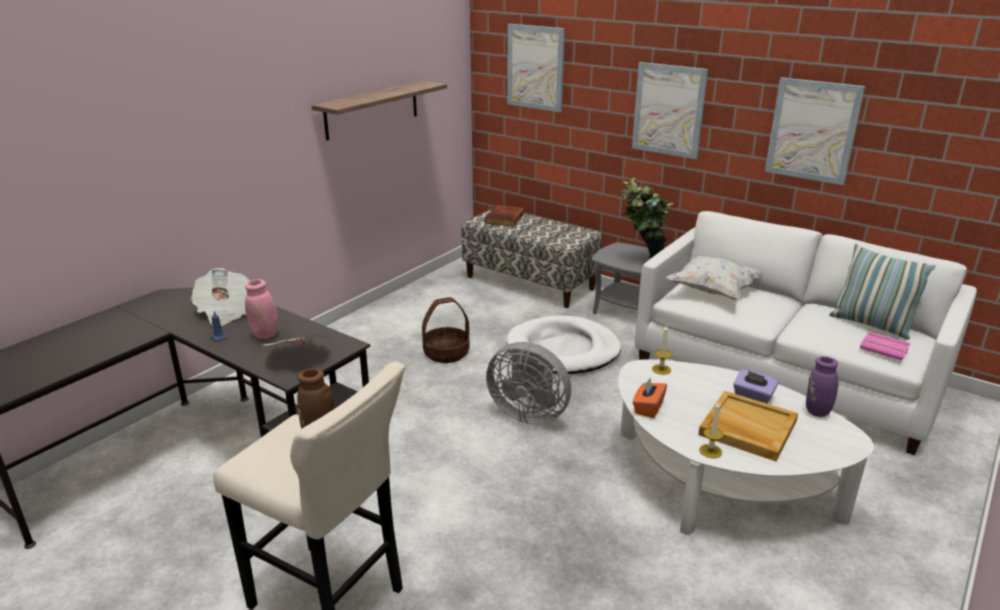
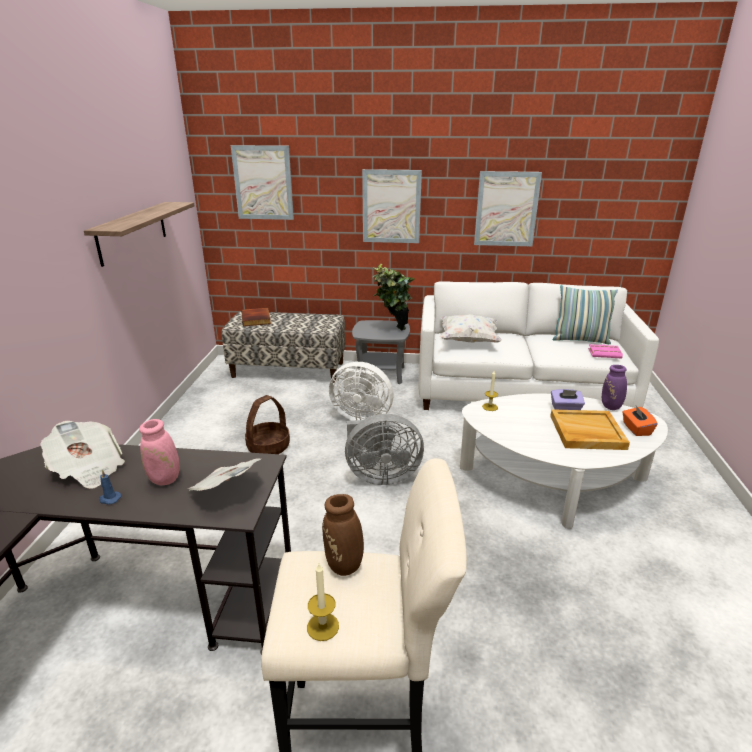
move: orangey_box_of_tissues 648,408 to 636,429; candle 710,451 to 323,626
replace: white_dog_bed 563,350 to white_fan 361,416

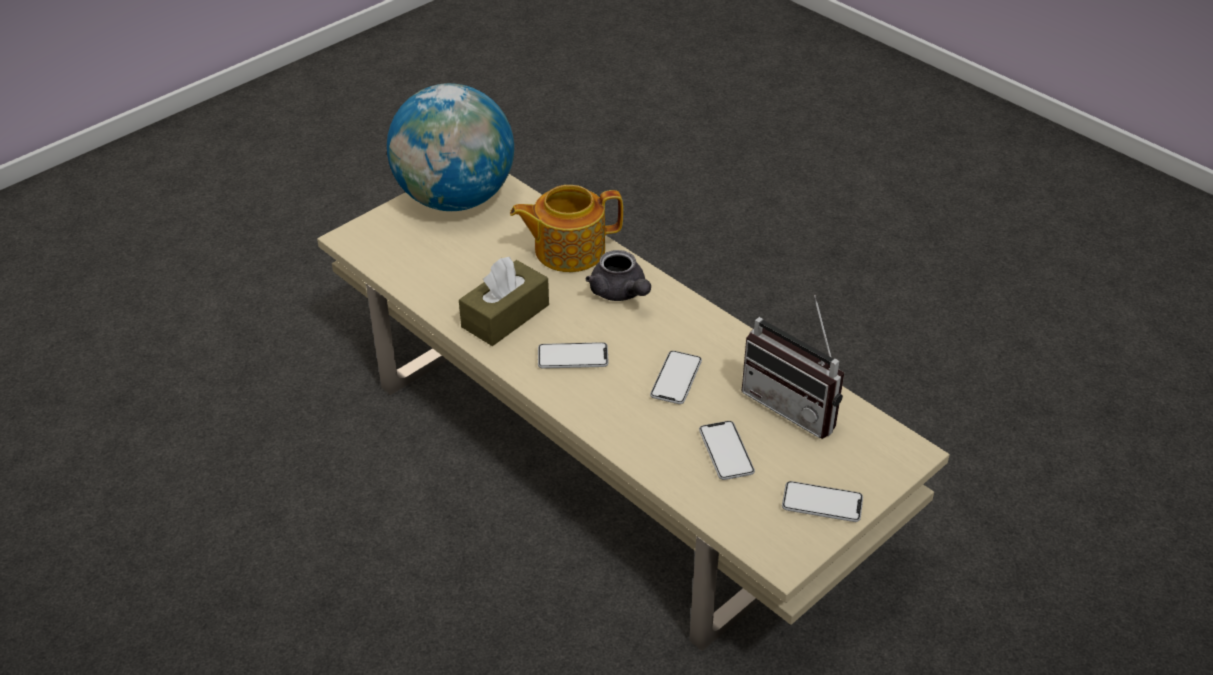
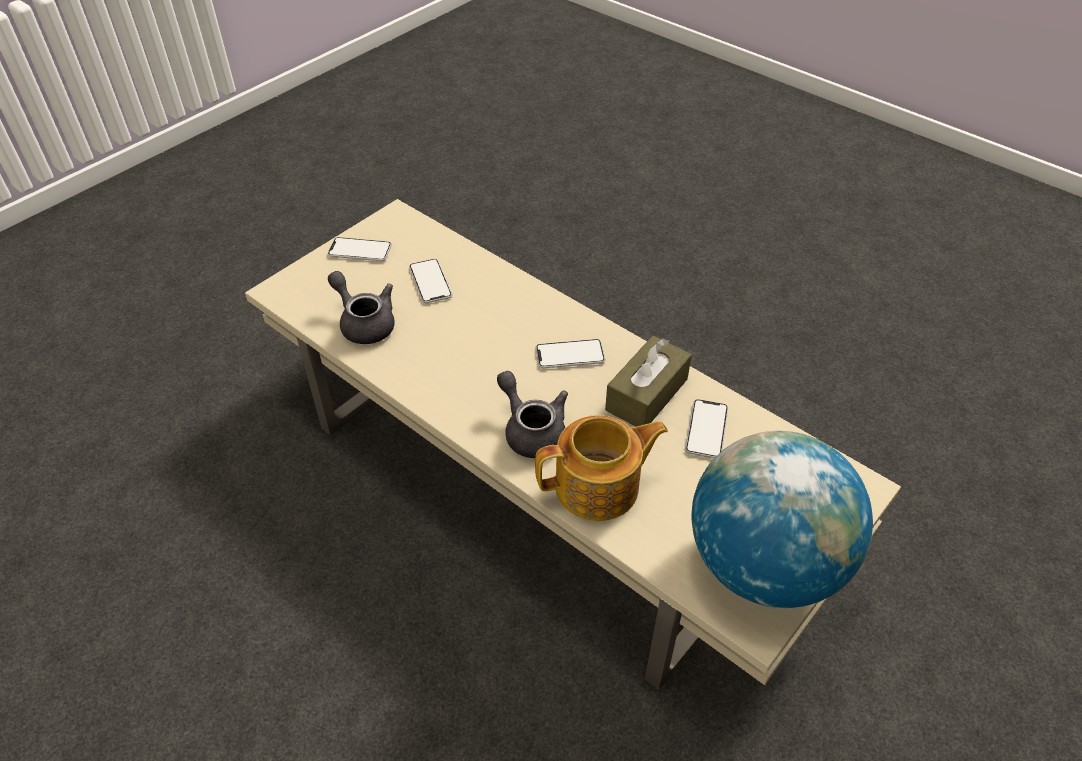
move: handset 676,378 to 706,429
replace: radio 796,405 to gray_teapot 364,323

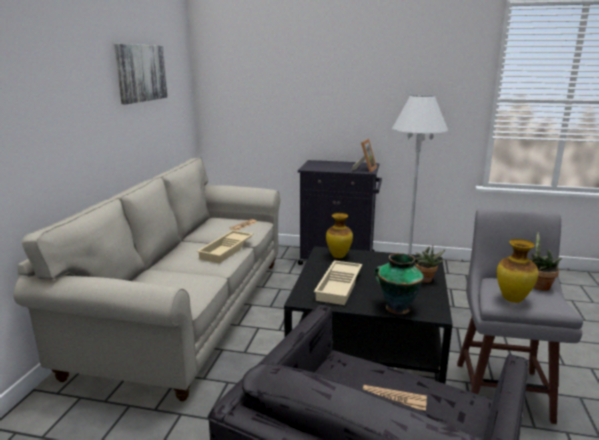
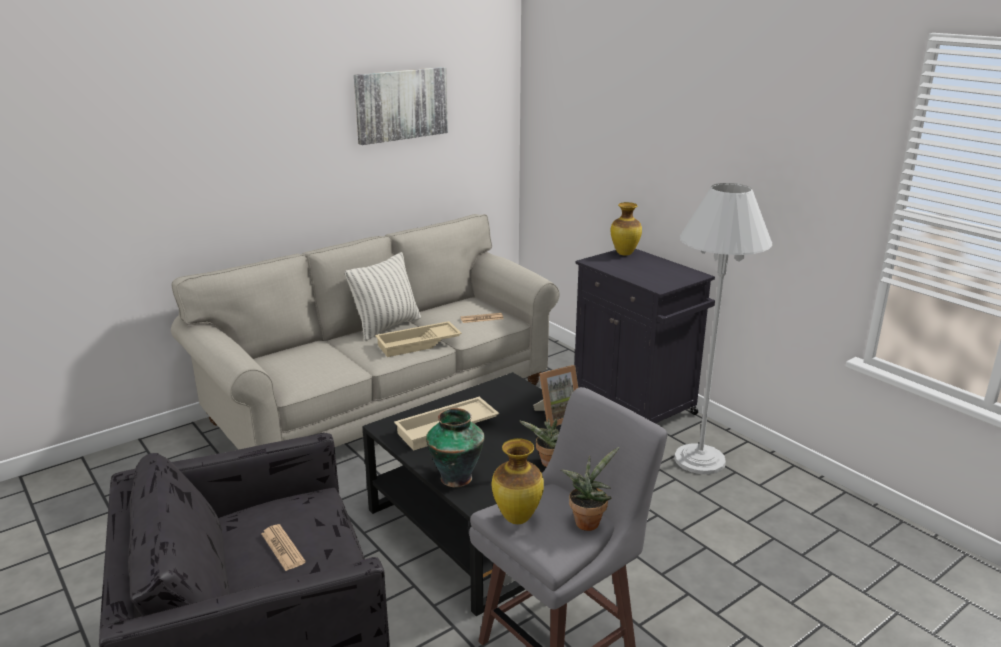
insert: pillow 387,326
move: photo_frame 365,169 to 557,416; flower_vase 338,256 to 625,253

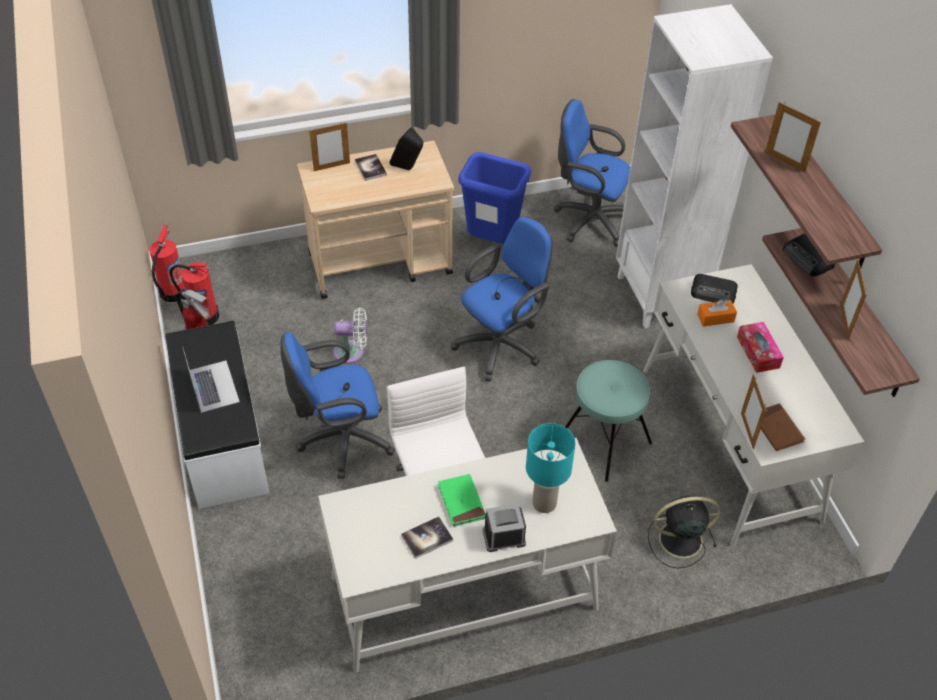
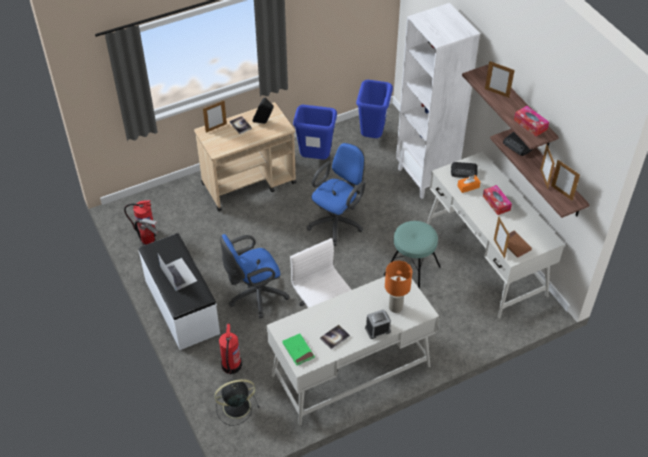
delete: white_fan 352,352
insert: box_of_tissues 530,124; photo_frame 561,193
move: fire_extinguisher 173,292 to 231,366; green-coloured_volume 461,502 to 298,350; blackish_fan 678,539 to 235,407
replace: blue-coloured_office_chair 589,220 to blue-coloured_rubbish_bin 372,135
recolor: blue-green_tabletop_lamp 545,503 to orangey_tabletop_lamp 395,307

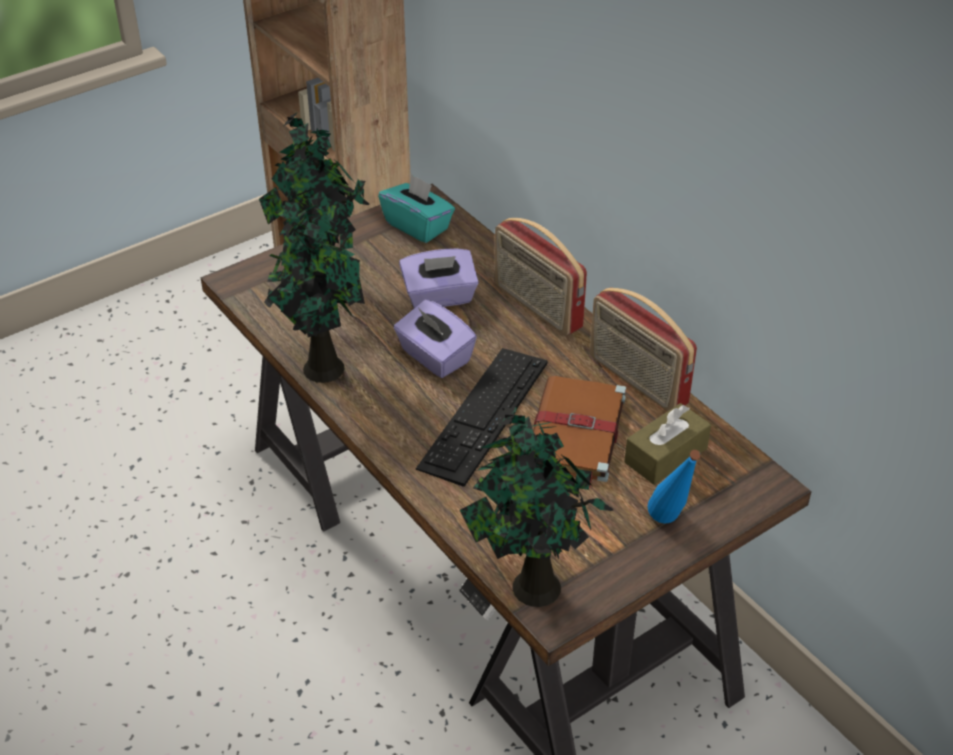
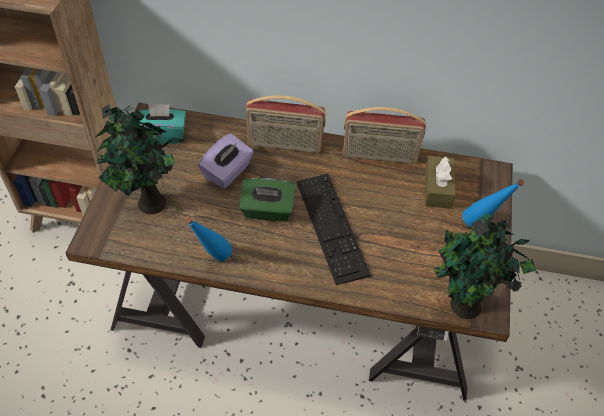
delete: brownish_volume 575,433
replace: houseplant 321,366 to blue-coloured_bottle 212,260
recolor: purplish_box_of_tissues 434,357 to green-coloured_box_of_tissues 267,210

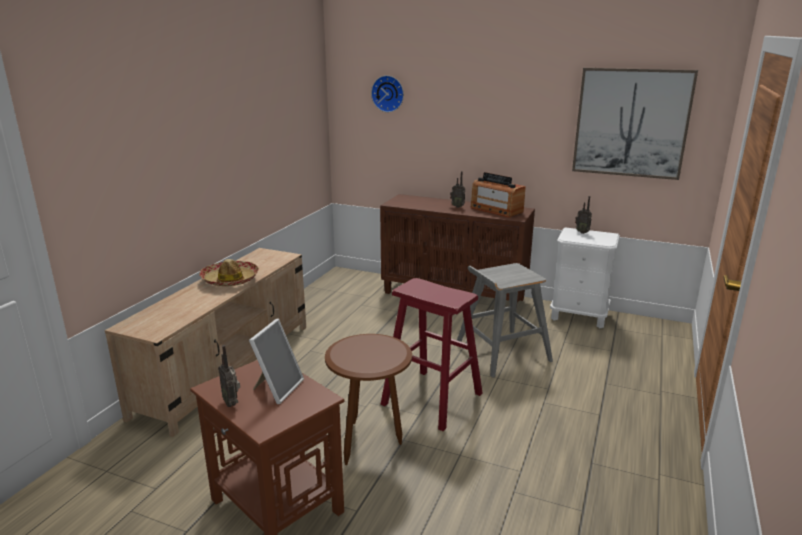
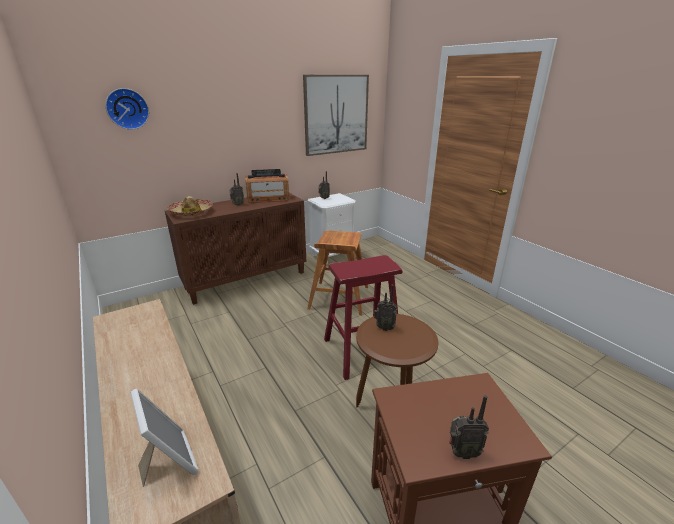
insert: radio 384,327
move: wearable_hat 230,280 to 191,212; photo_frame 277,388 to 168,461
recolor: gray_stool_seat 501,352 to brownish_stool_seat 339,298

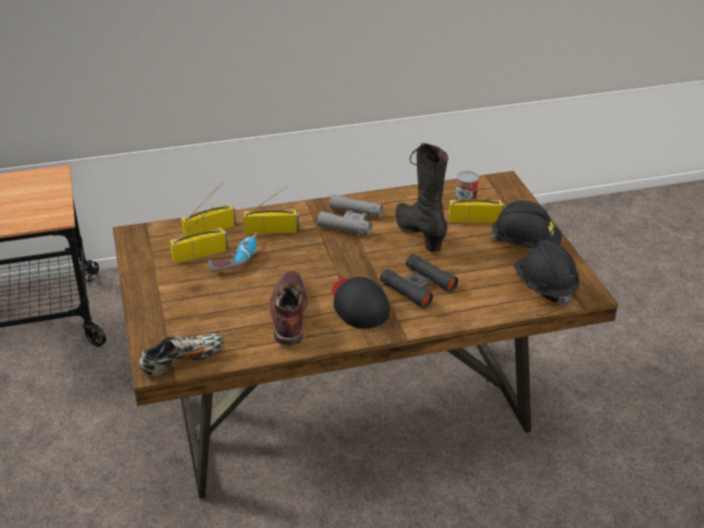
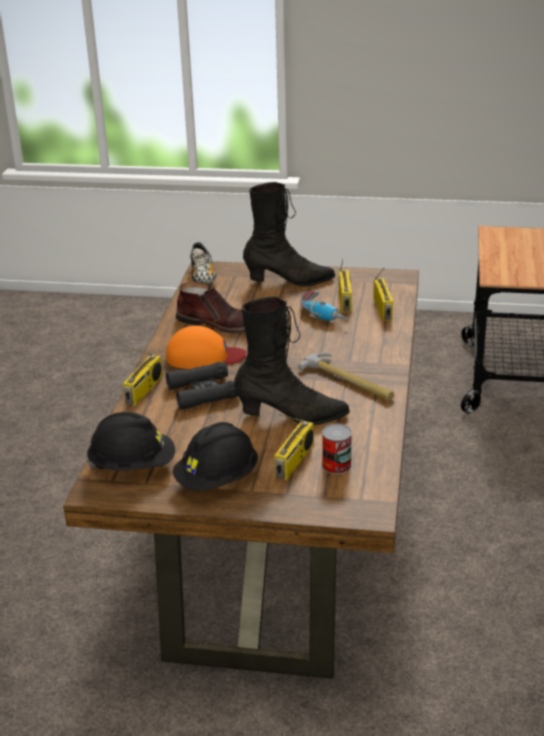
insert: blackish_tall_boot 289,281
move: radio 272,230 to 144,390
replace: gray_pair_of_binoculars 350,221 to hand_hammer 347,381
recolor: blackish_cap 358,305 to orangey_cap 204,356

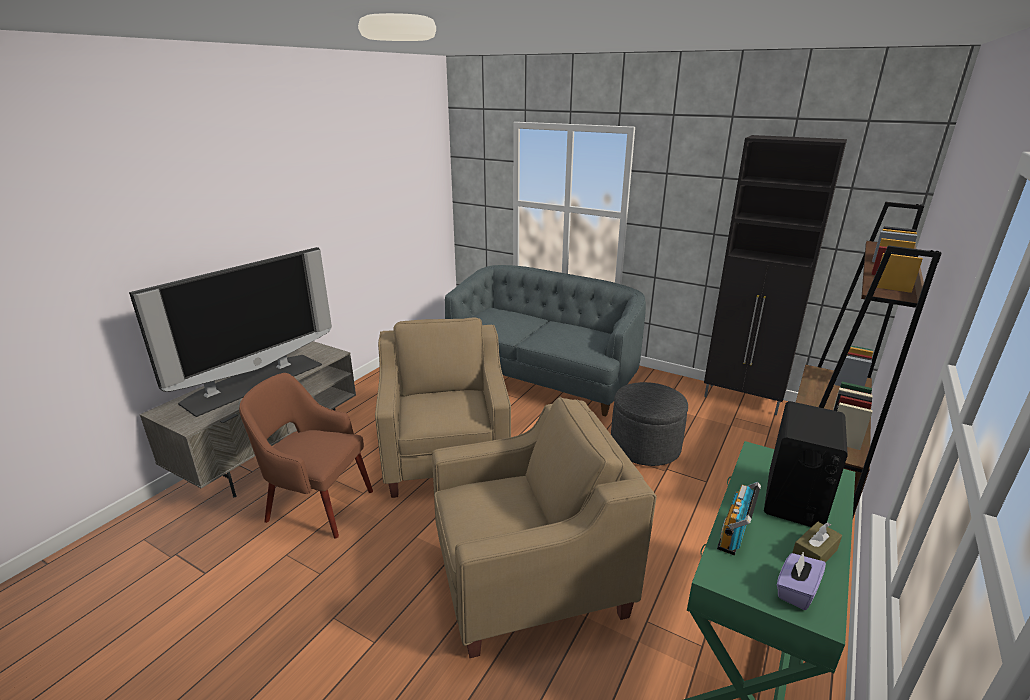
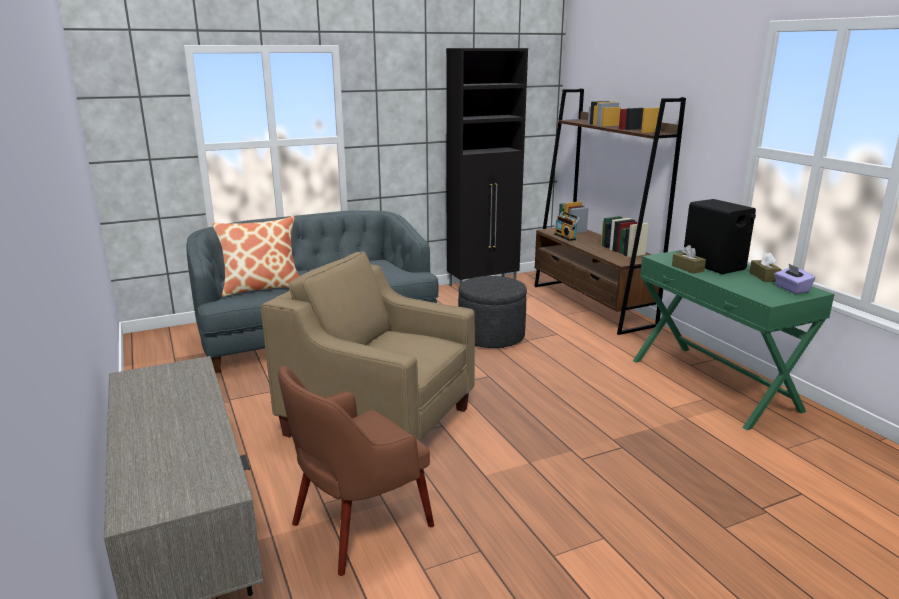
delete: television 253,382; beige_armchair 530,579
insert: pillow 262,288; brownish_box_of_tissues 687,268
move: radio 735,535 to 566,237

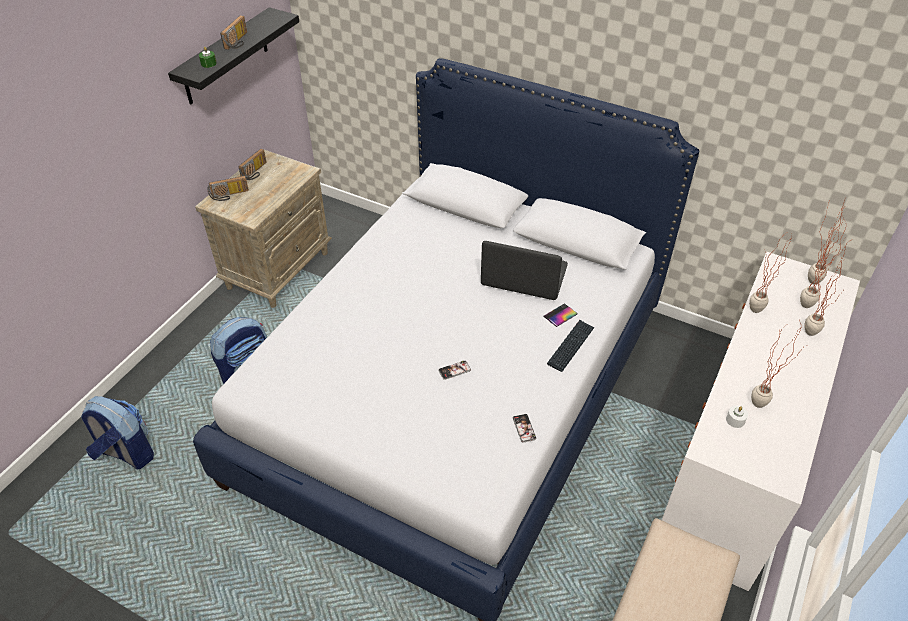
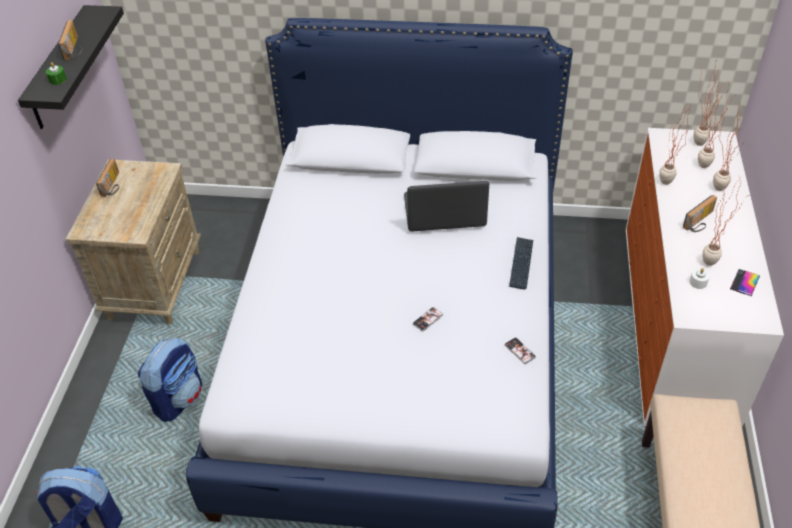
move: radio 229,195 to 700,222; handset 560,315 to 744,282

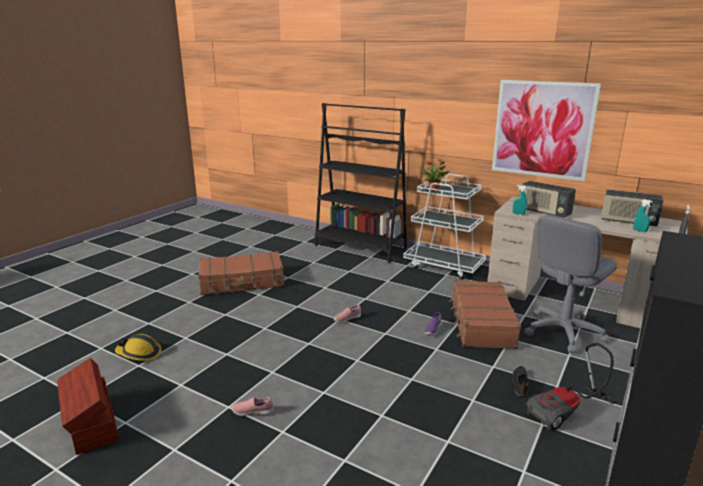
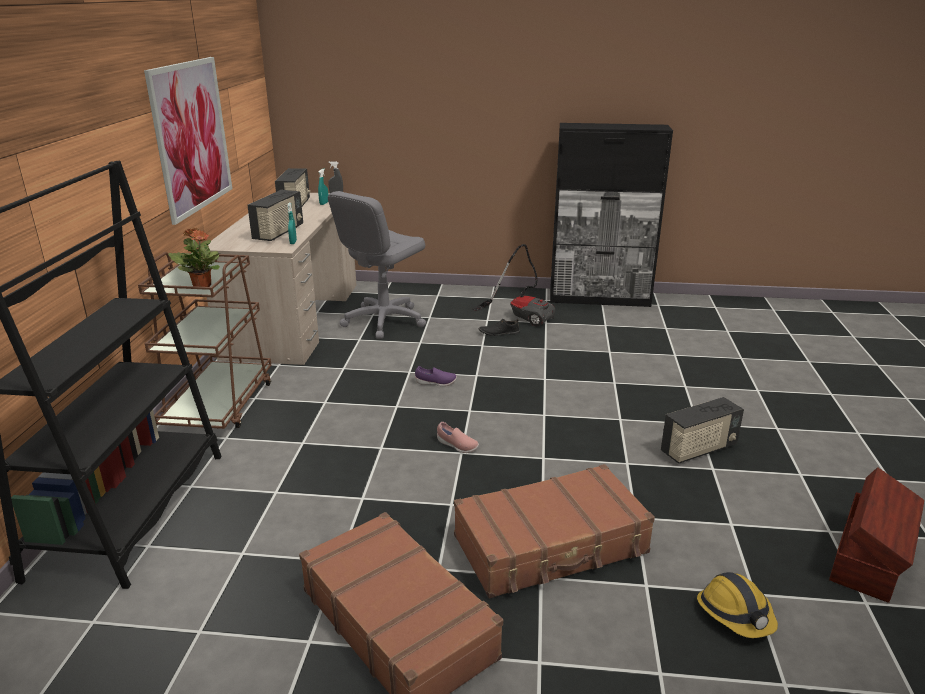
move: brownish_piece_of_luggage 481,323 to 551,545
replace: pinkish_item_of_footwear 253,412 to radio 699,449
recolor: white_trolley 444,266 to brownish_trolley 219,404
rotate: gray_office_chair 563,331 = 383,321 105 degrees clockwise

